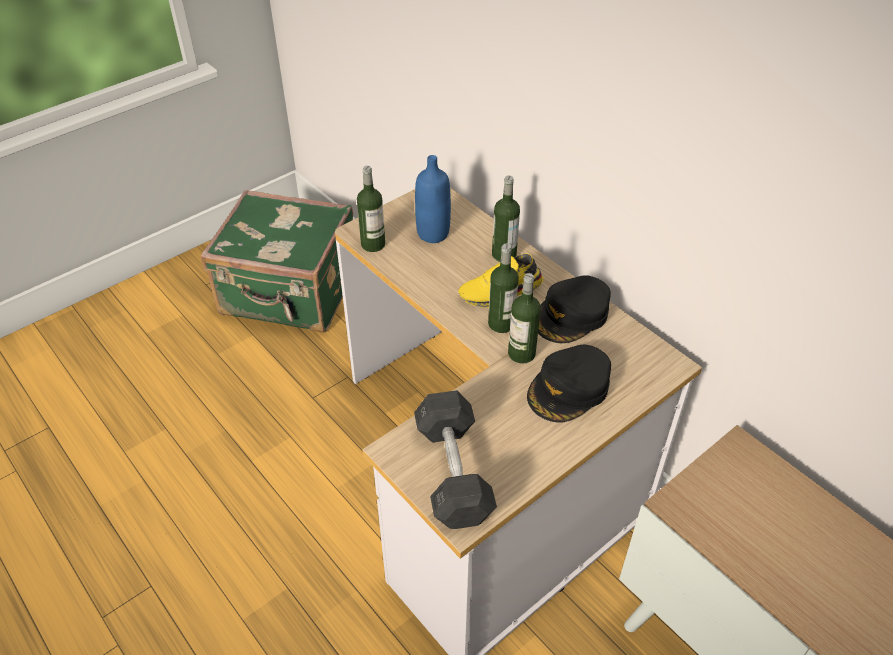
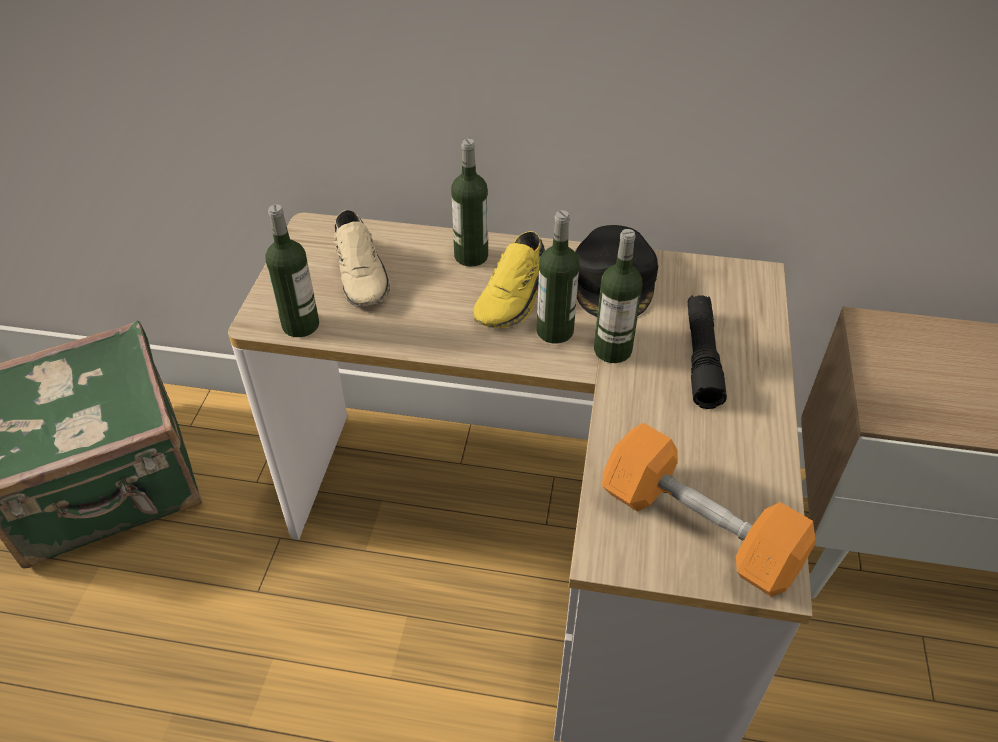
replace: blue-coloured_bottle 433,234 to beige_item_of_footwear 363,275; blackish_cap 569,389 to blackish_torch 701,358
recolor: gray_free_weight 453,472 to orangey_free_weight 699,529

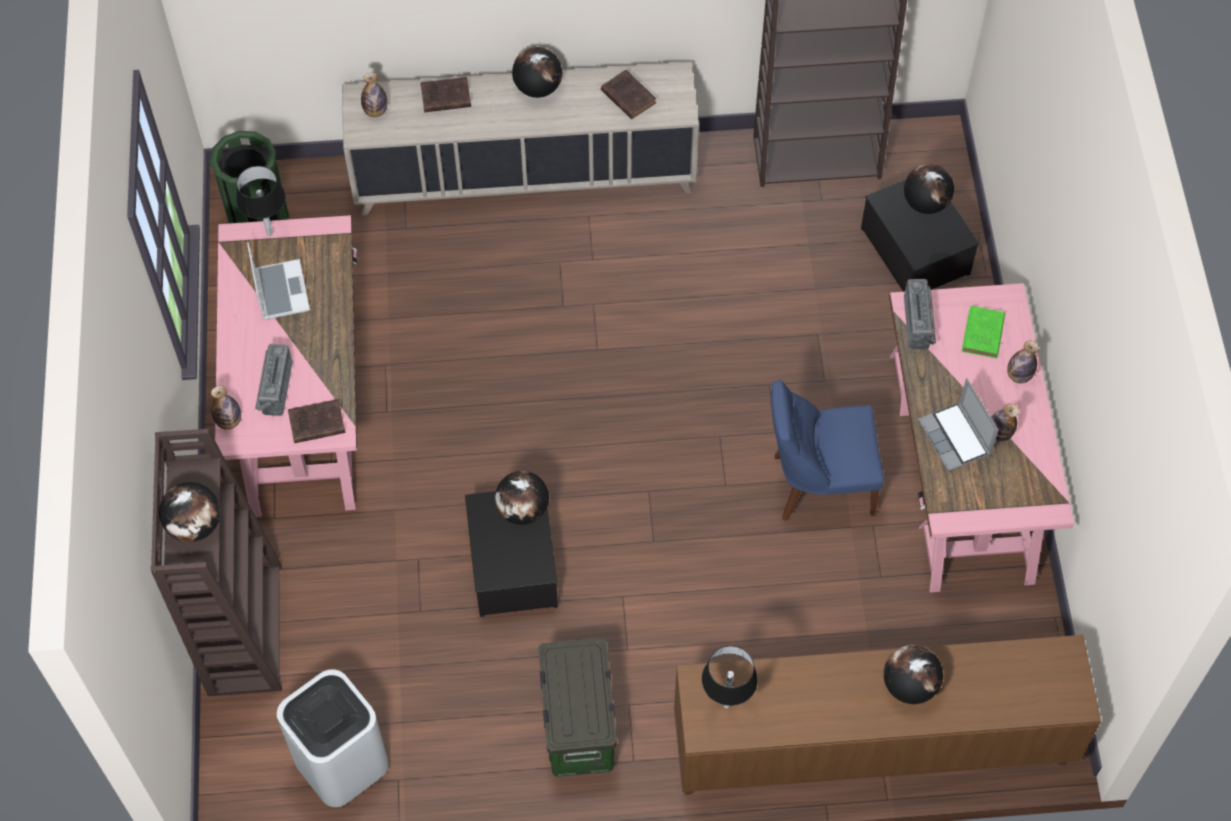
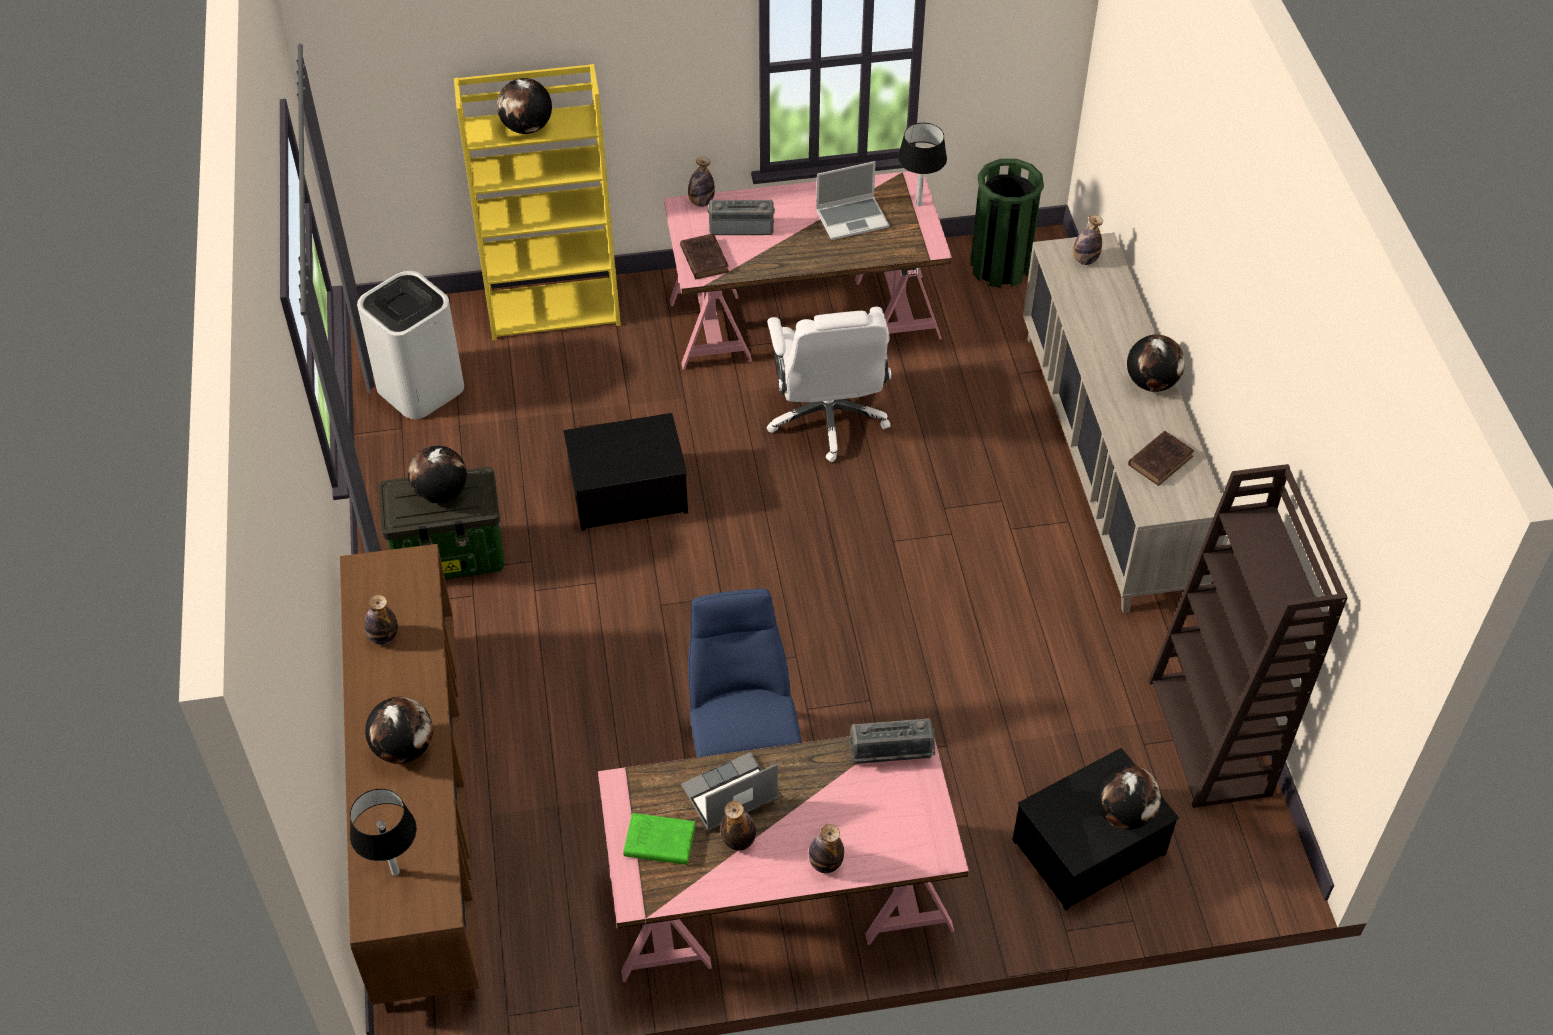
delete: brownish_volume 444,97
insert: white_office_chair 828,418; bottle 383,637
move: green-coloured_volume 982,335 to 657,841; globe 523,510 to 441,493; blackish_tabletop_lamp 726,705 to 395,872
recolor: brownish_bookshelf 243,628 to yellow-coloured_bookshelf 555,308

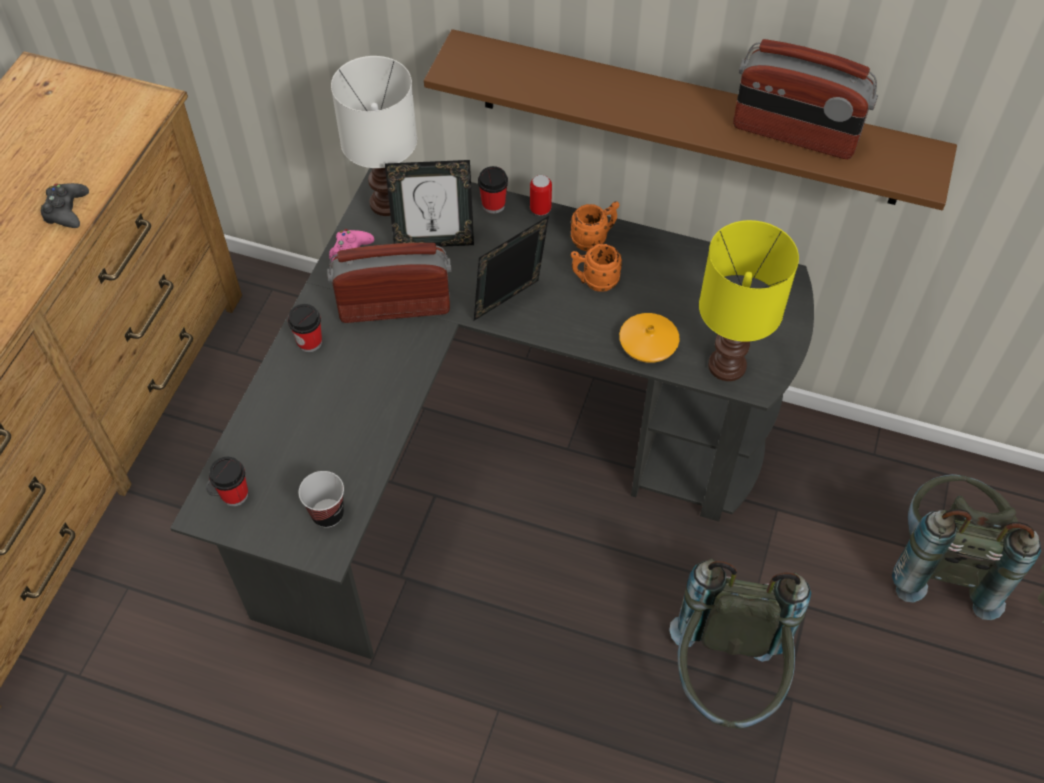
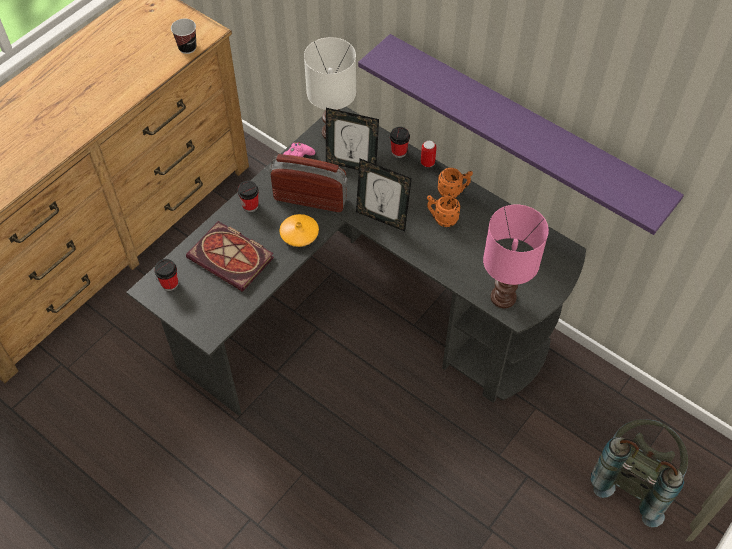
delete: radio 794,134; blackish_gamepad 66,210; gray_backpack 725,681
insert: volume 233,258
move: orangey_flower_vase 648,343 to 299,234; small_cup 327,514 to 187,48
recolor: brownish_bracket_shelf 689,119 to purplish_bracket_shelf 523,130; yellow-coloured_tabletop_lamp 728,365 to pinkish_tabletop_lamp 504,297
rotate: photo_frame 510,304 = 382,218 135 degrees counterclockwise

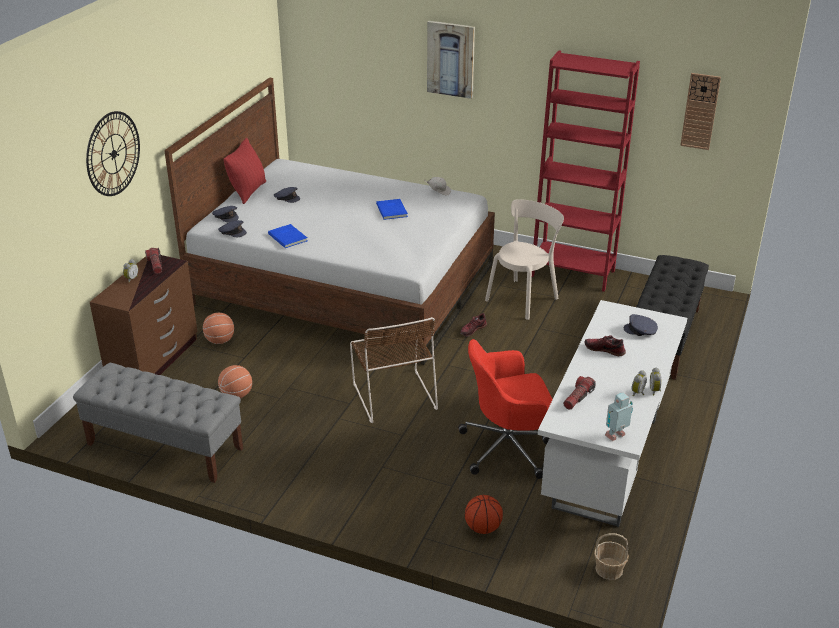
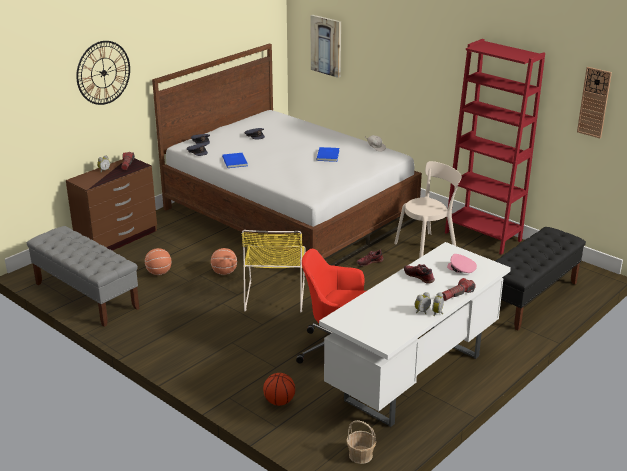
delete: red-coloured_pillow 248,192; toy_robot 616,436
move: wall_art 451,59 to 326,45; basketball_ball 219,340 to 224,272; torch 578,398 to 457,294
recolor: gray_cap 640,331 to pinkish_cap 461,269; brownish_chair 393,394 to yellow-coloured_chair 275,295

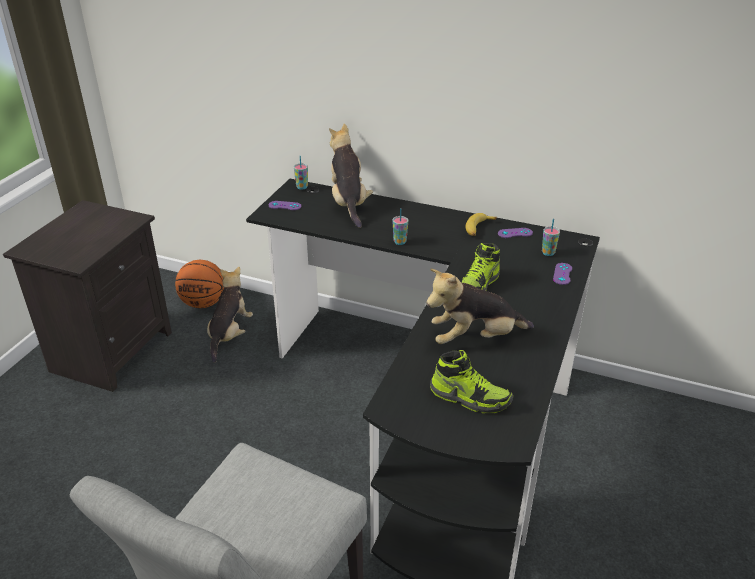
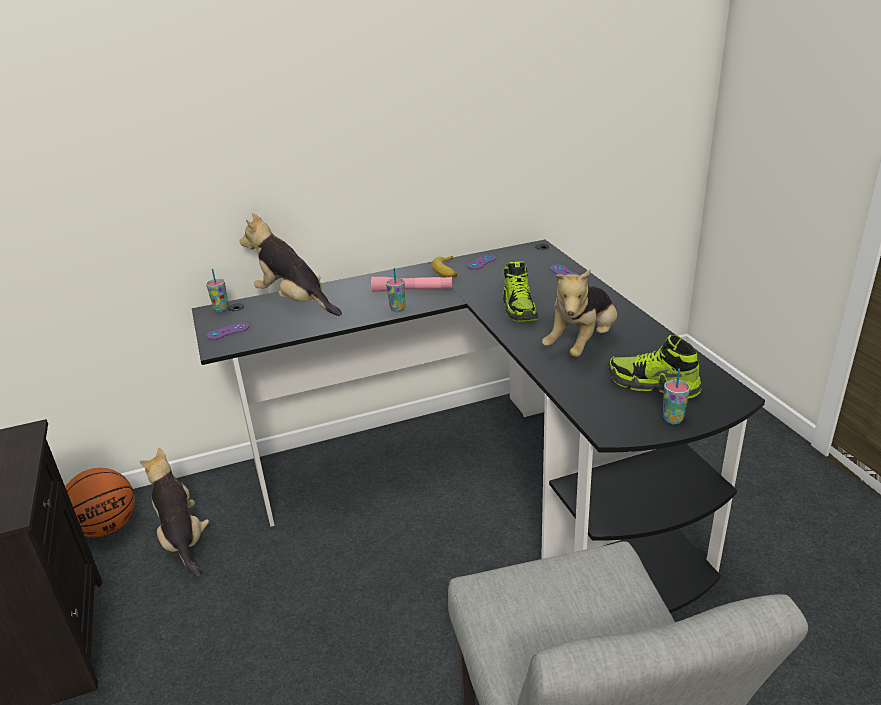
insert: pinkish_torch 412,290
move: small_cup 548,253 to 672,419
rotate: item_of_footwear 470,397 = 653,385 135 degrees counterclockwise

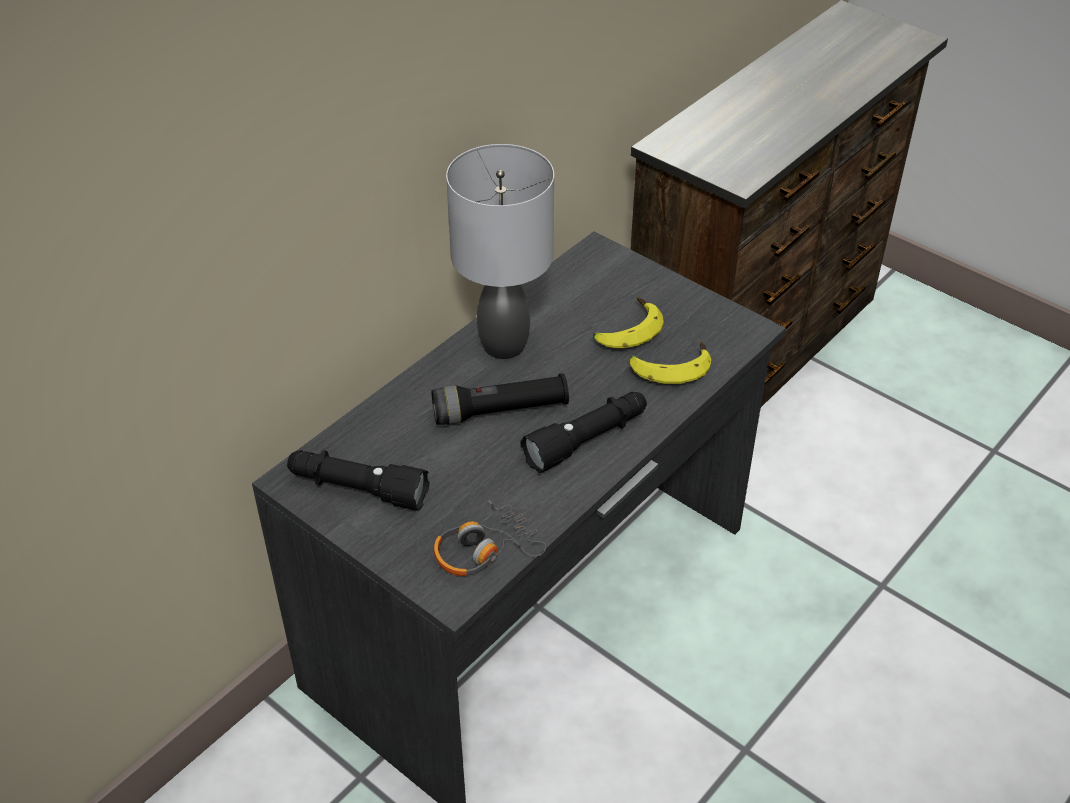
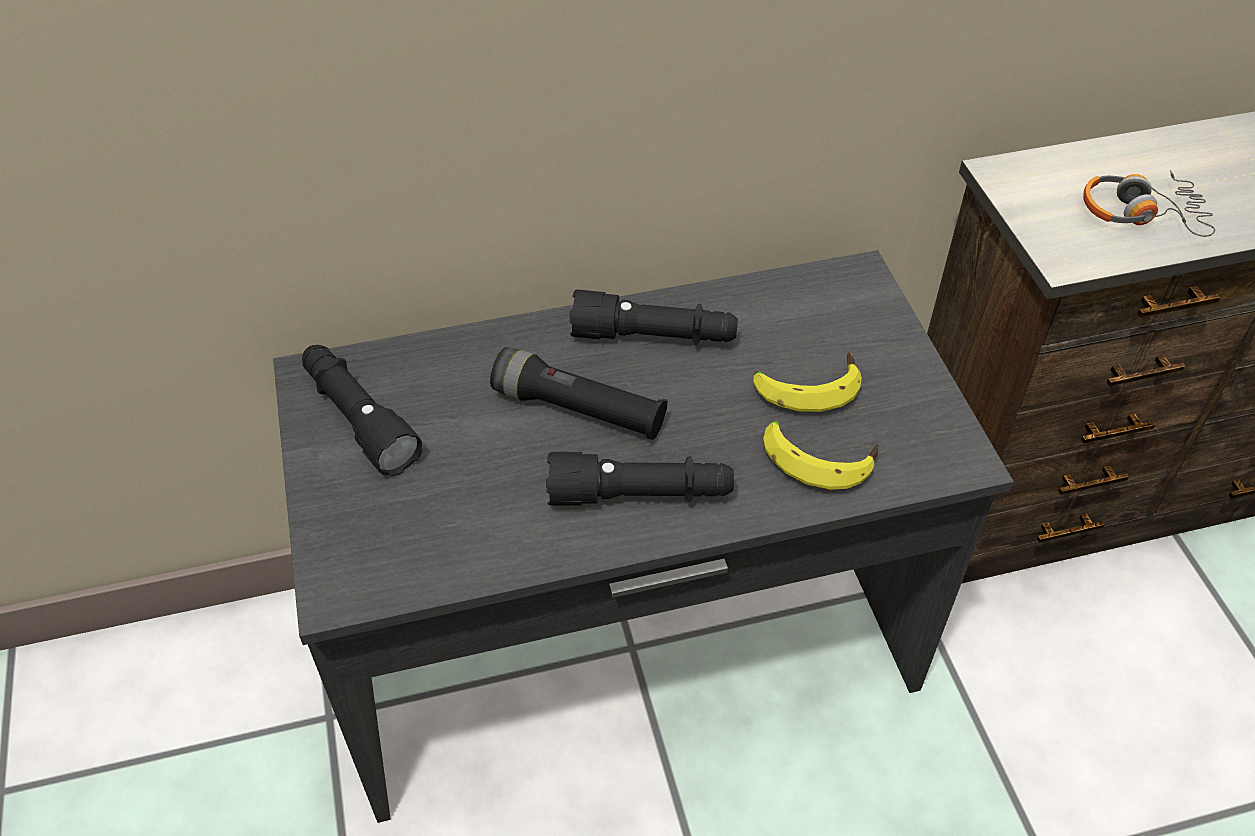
move: pair_of_headphones 485,550 to 1141,214
replace: gray_tabletop_lamp 505,345 to blackish_torch 654,337

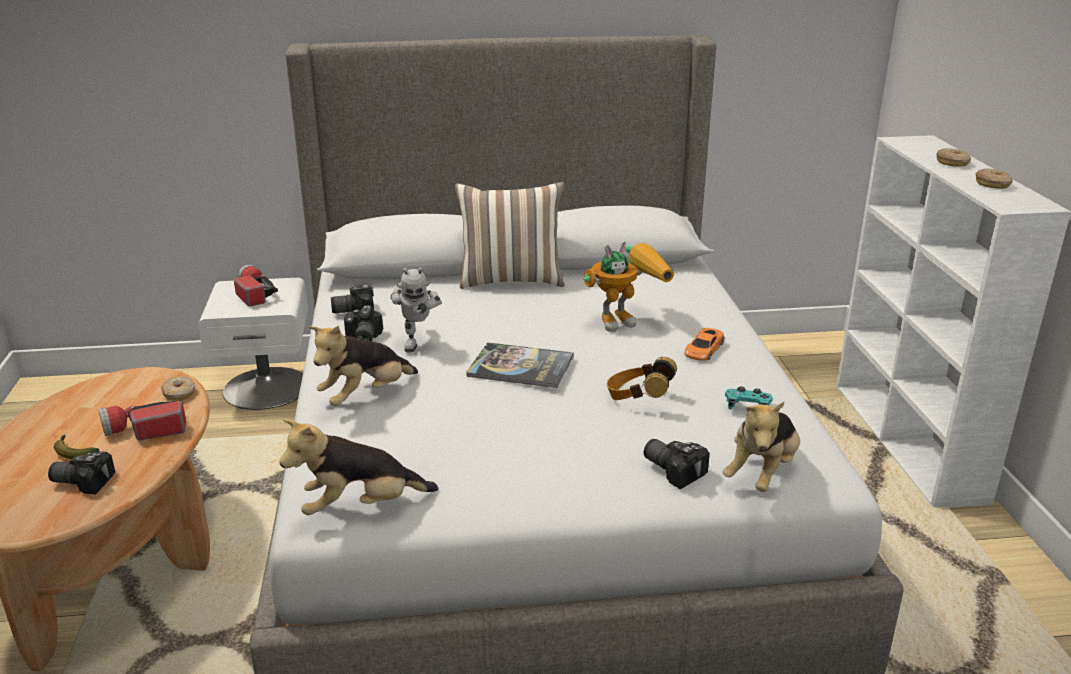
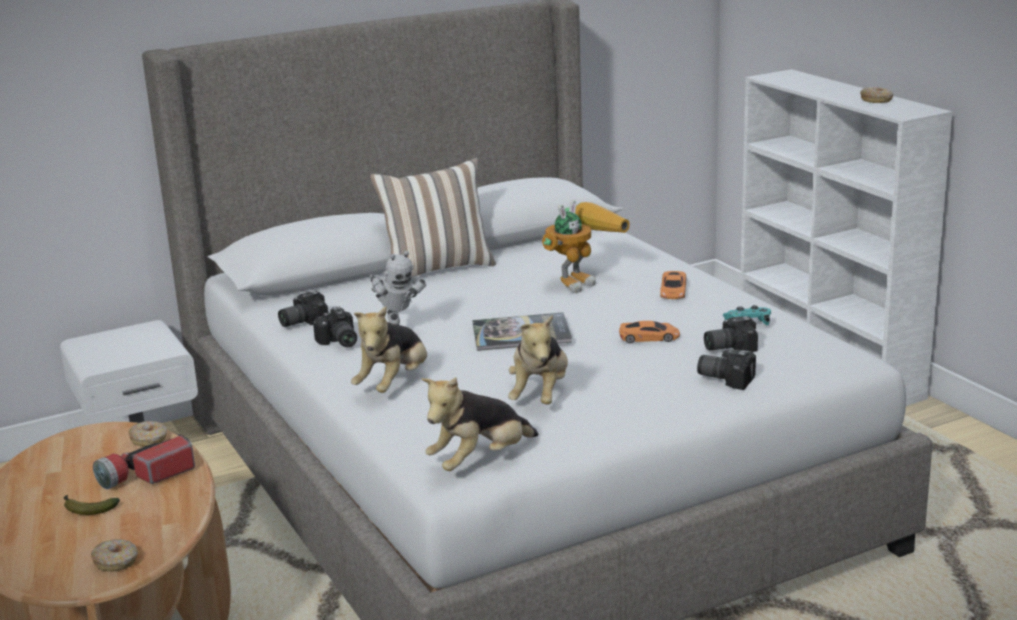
delete: torch 254,294
move: ring_doughnut 952,163 to 116,562; soft_toy 762,473 to 540,395; still_camera 84,481 to 727,347
replace: pair_of_headphones 638,398 to orangey_toy_car 649,337

